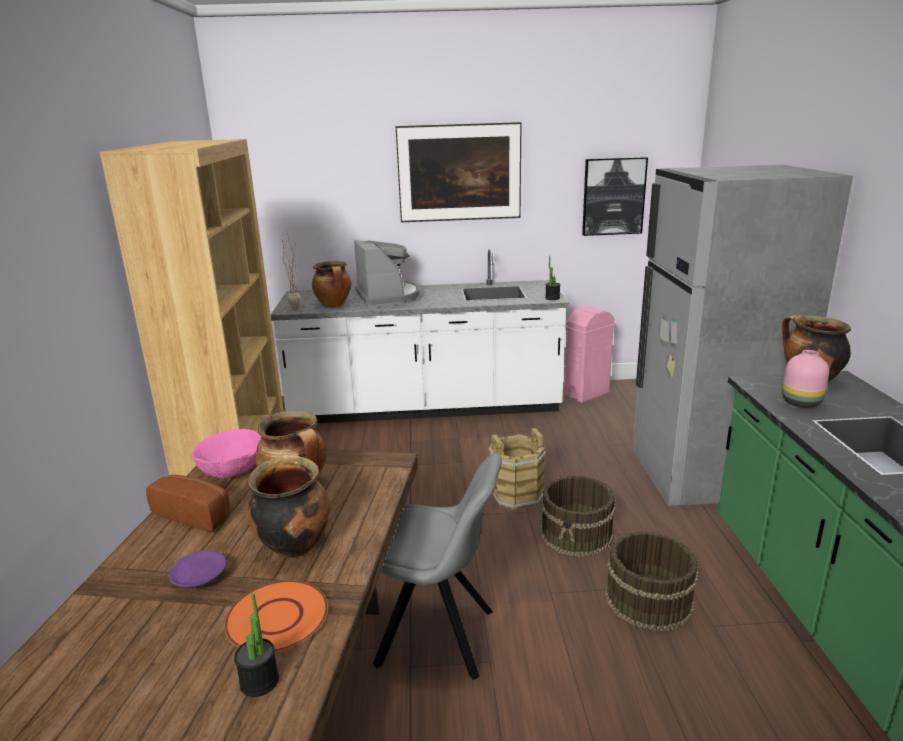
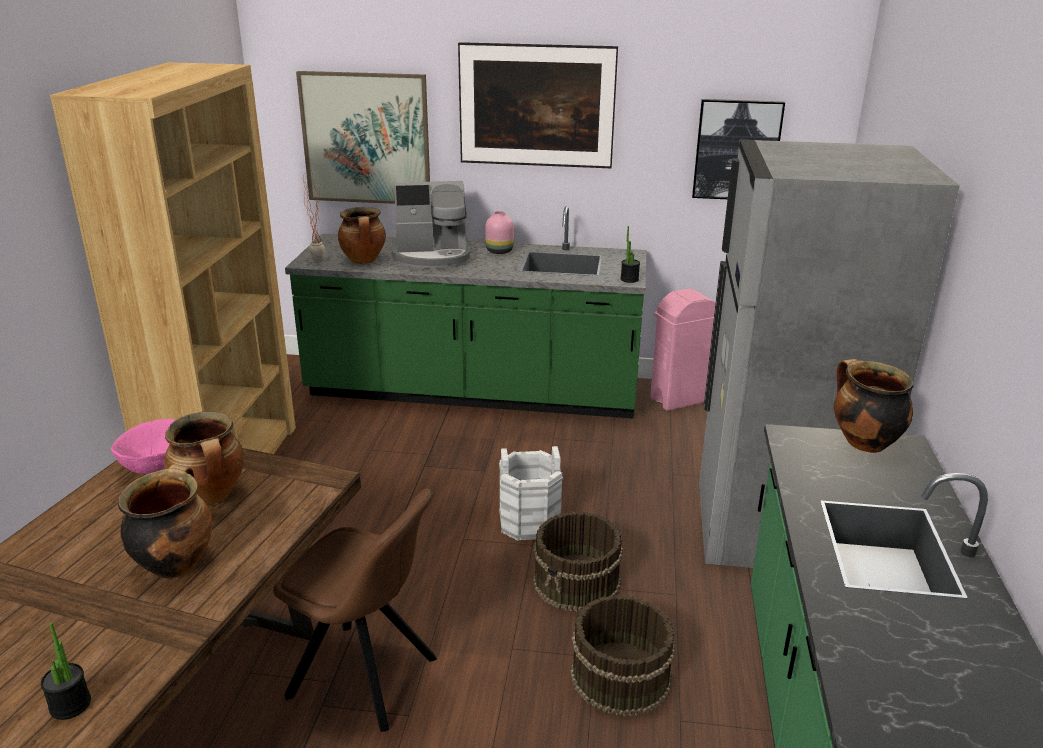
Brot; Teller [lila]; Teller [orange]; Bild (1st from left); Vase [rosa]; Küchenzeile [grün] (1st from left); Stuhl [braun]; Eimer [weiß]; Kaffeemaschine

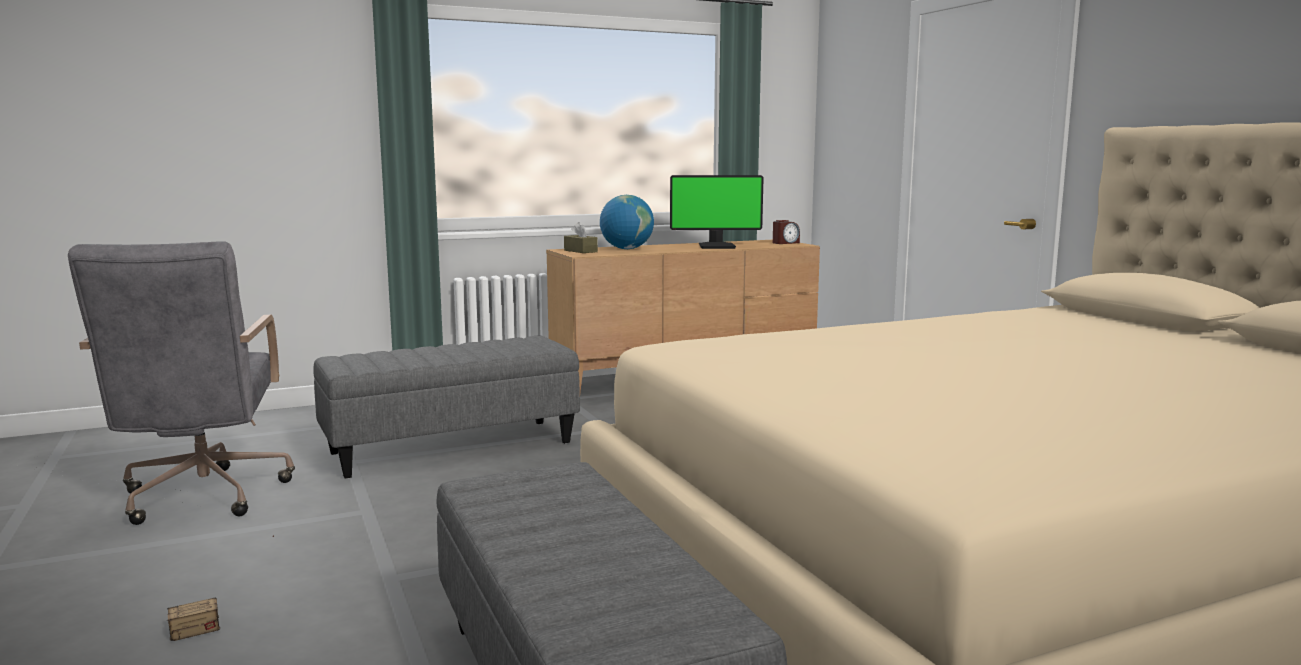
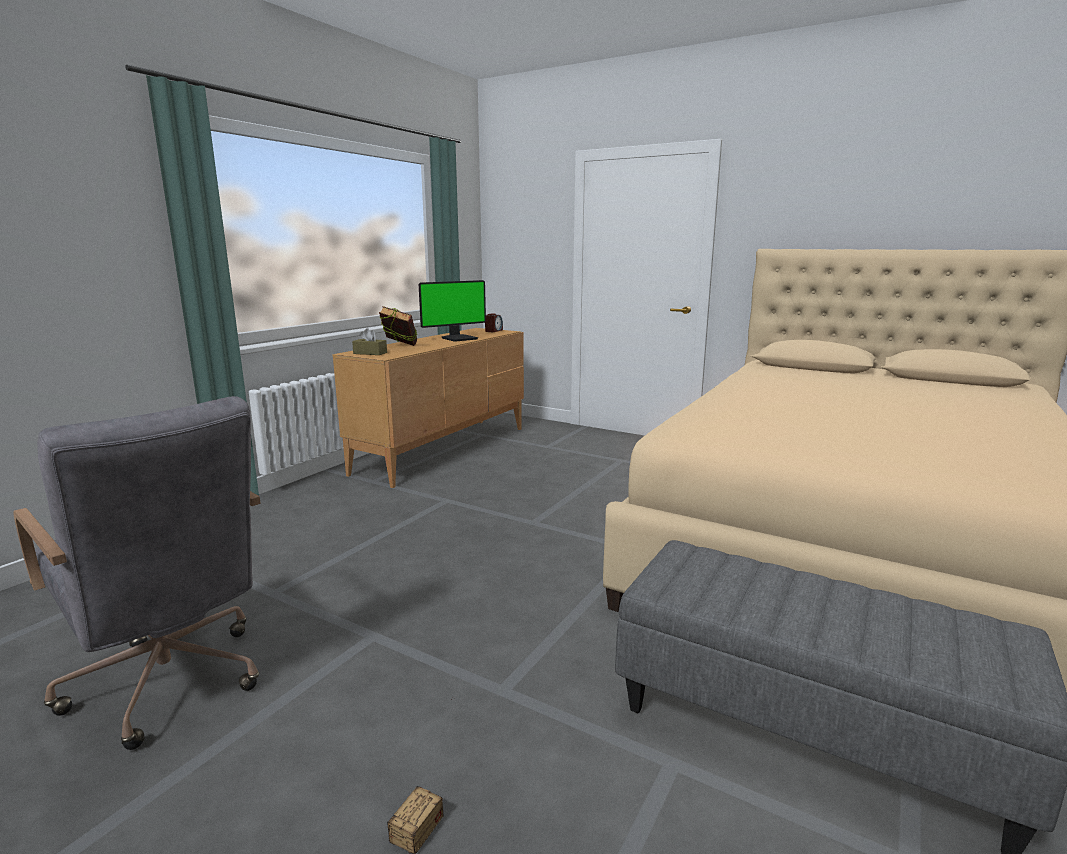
Polsterhocker [grau] (1st from left in the first image); Buch

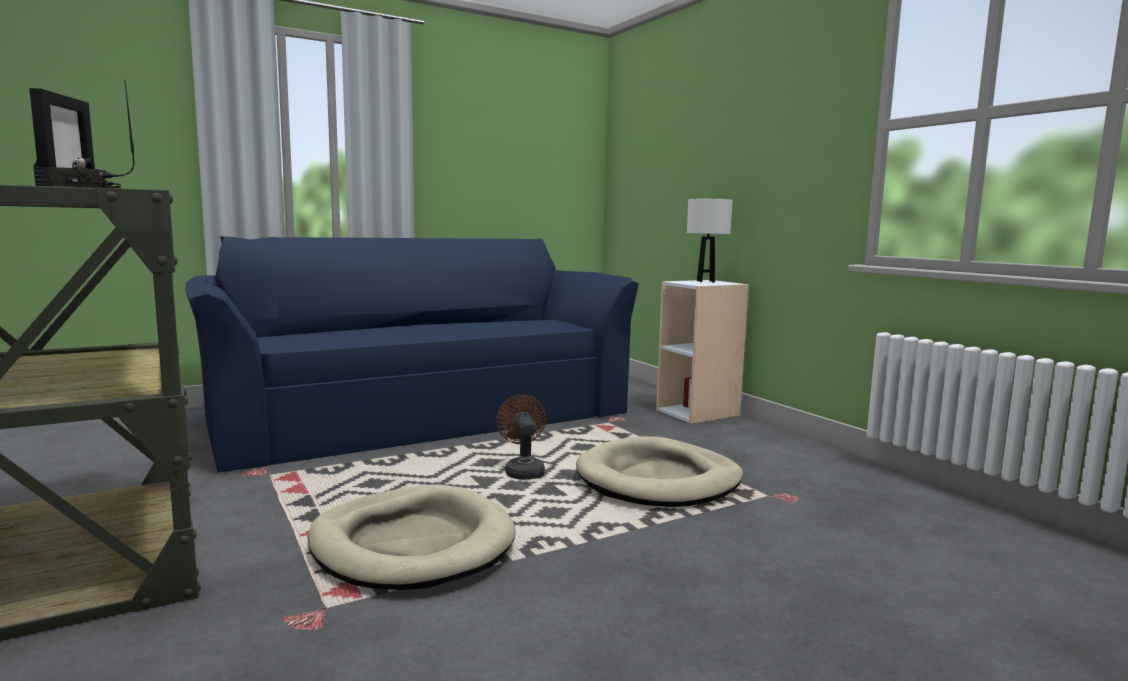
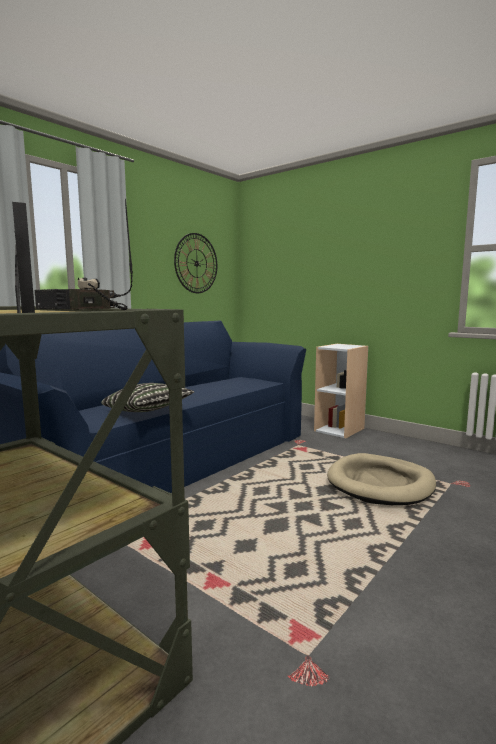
Hundebett [beige] (1st from left in the first image); Ventilator [braun]; Tischlampe [weiß]; Kissen; Wanduhr

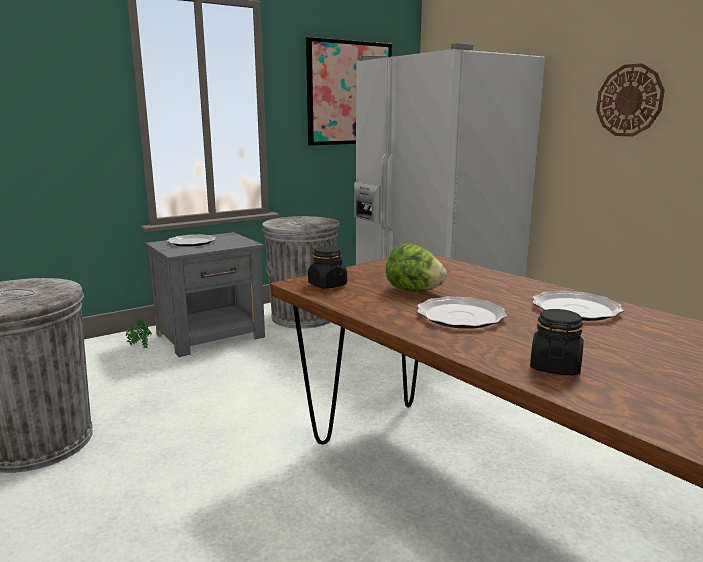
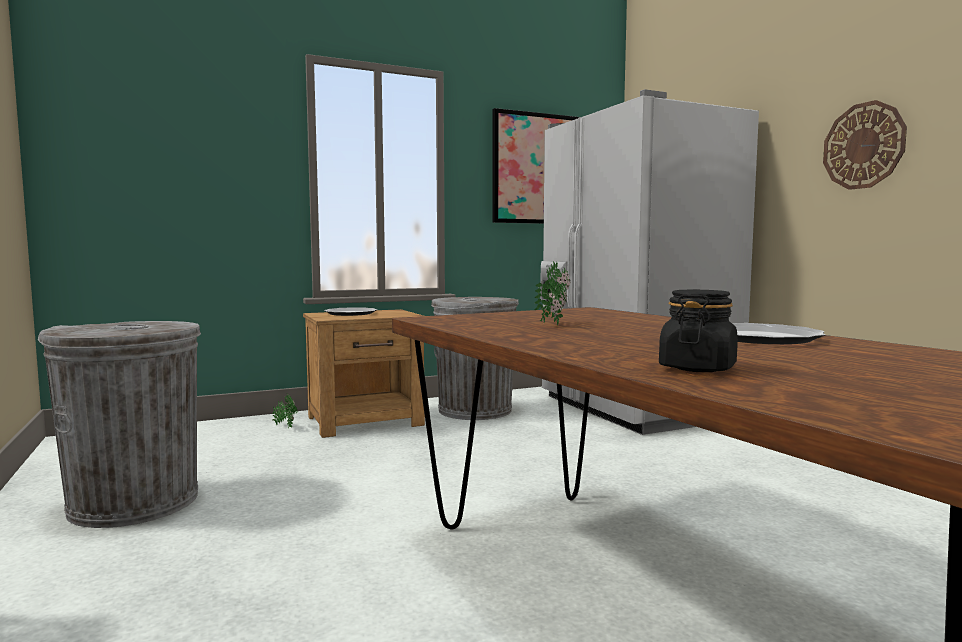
Vorratsglas [schwarz] (1st from left in the first image); Teller (2nd from left in the first image); Topfpflanze (2nd from left); Nachttisch [braun]

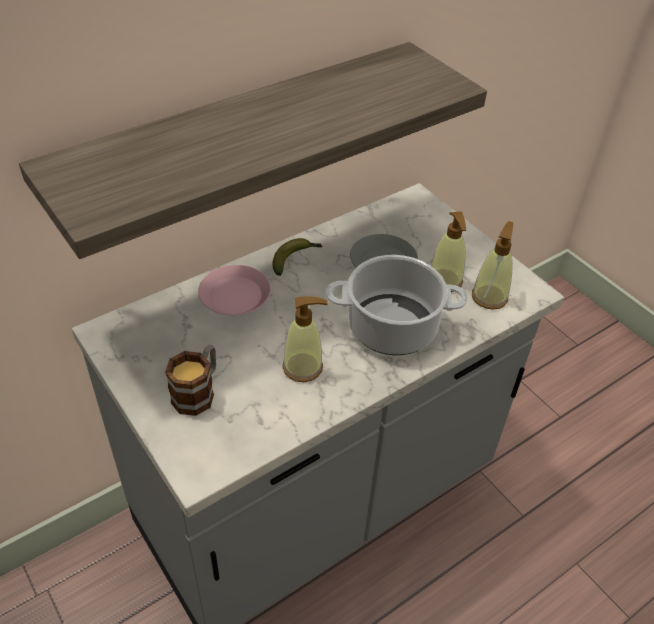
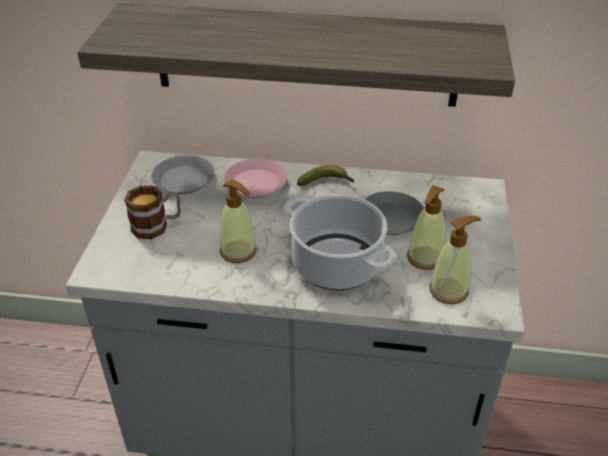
Teller [grau] (1st from left)

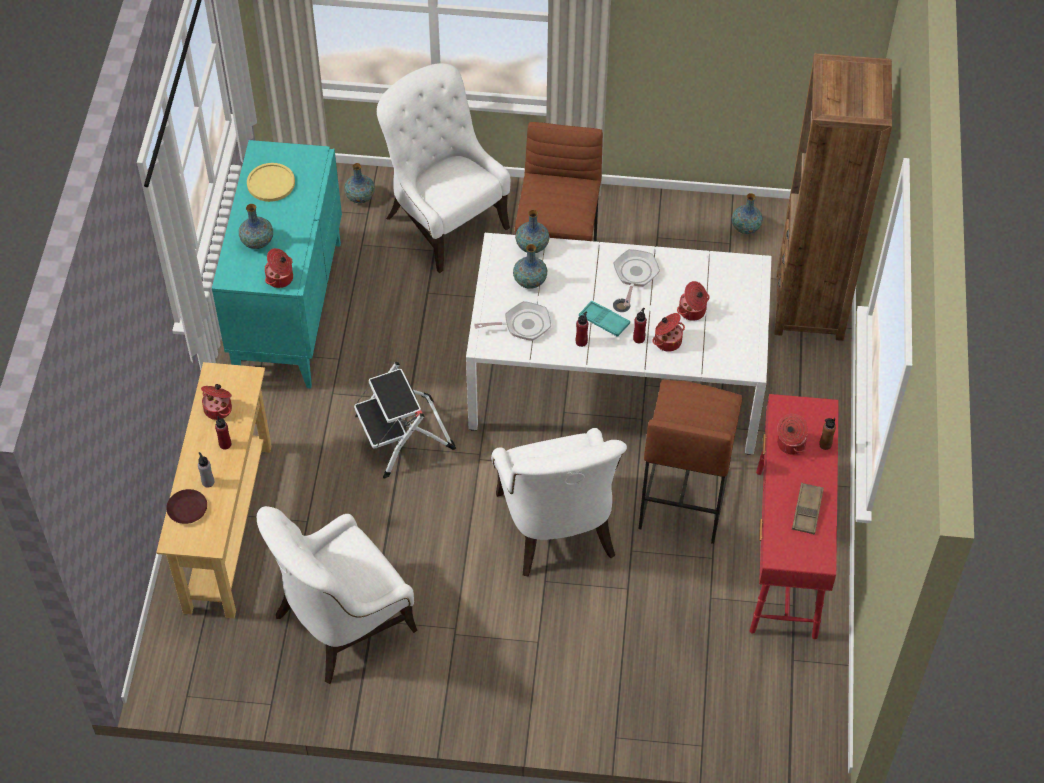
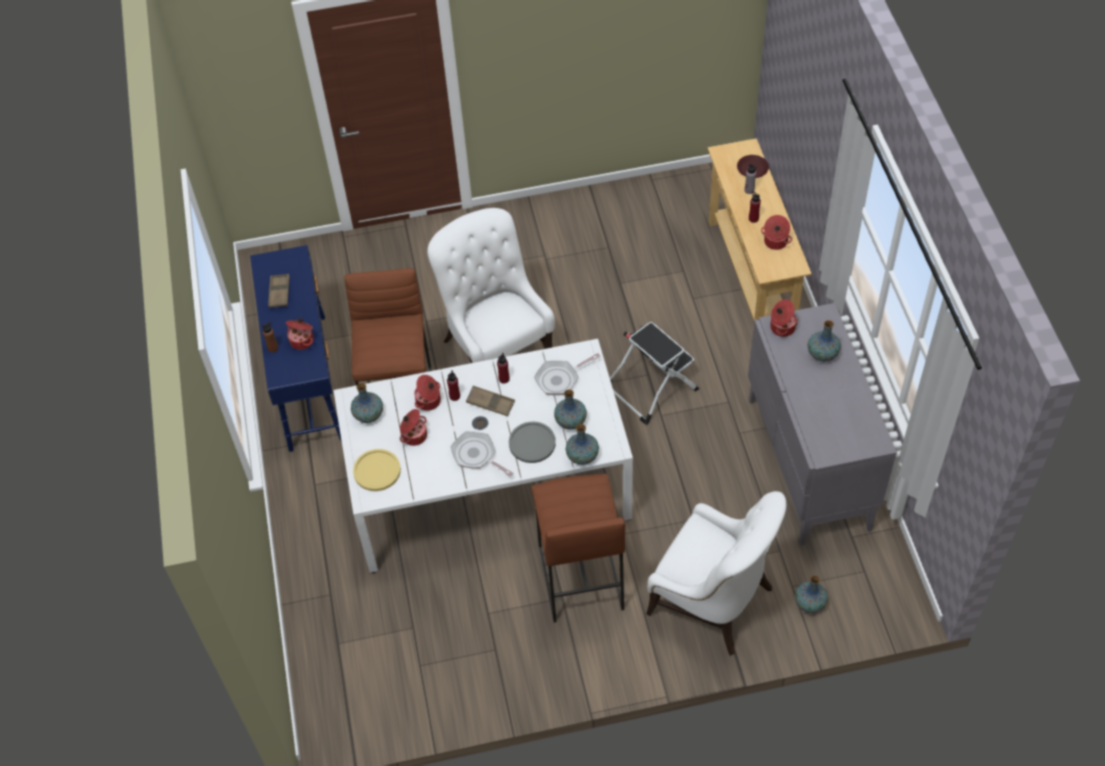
Stuhl [weiß] (1st from left in the first image); Bücherregal [braun]; Teller [grau]; Teller [gelb]; Vase (1st from left); Schrank [grau]; Tablett [braun] (2nd from left); Konsolentisch [blau]; Pfanne (1st from left)

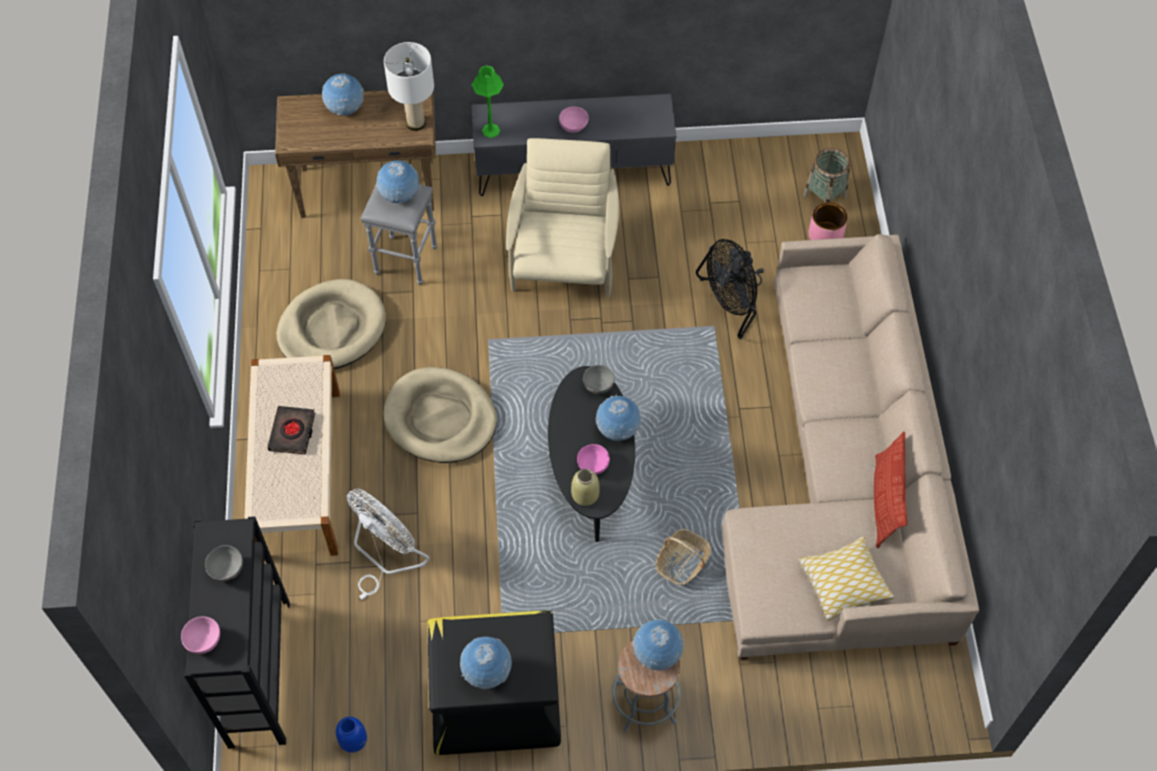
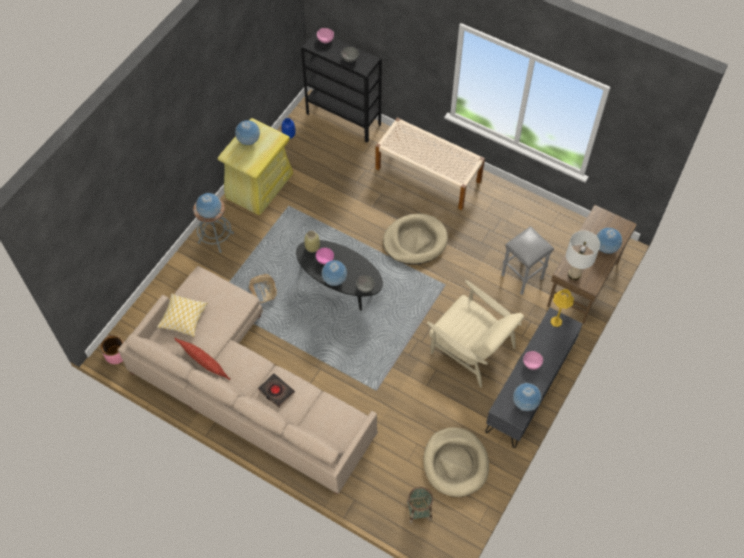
Ventilator [weiß]; Ventilator [schwarz]; Buch [schwarz]; Hundebett [beige] (2nd from left); Globus (4th from left); Pflanzkübel [rosa]; Nachttisch [gelb]; Tischlampe [gelb]

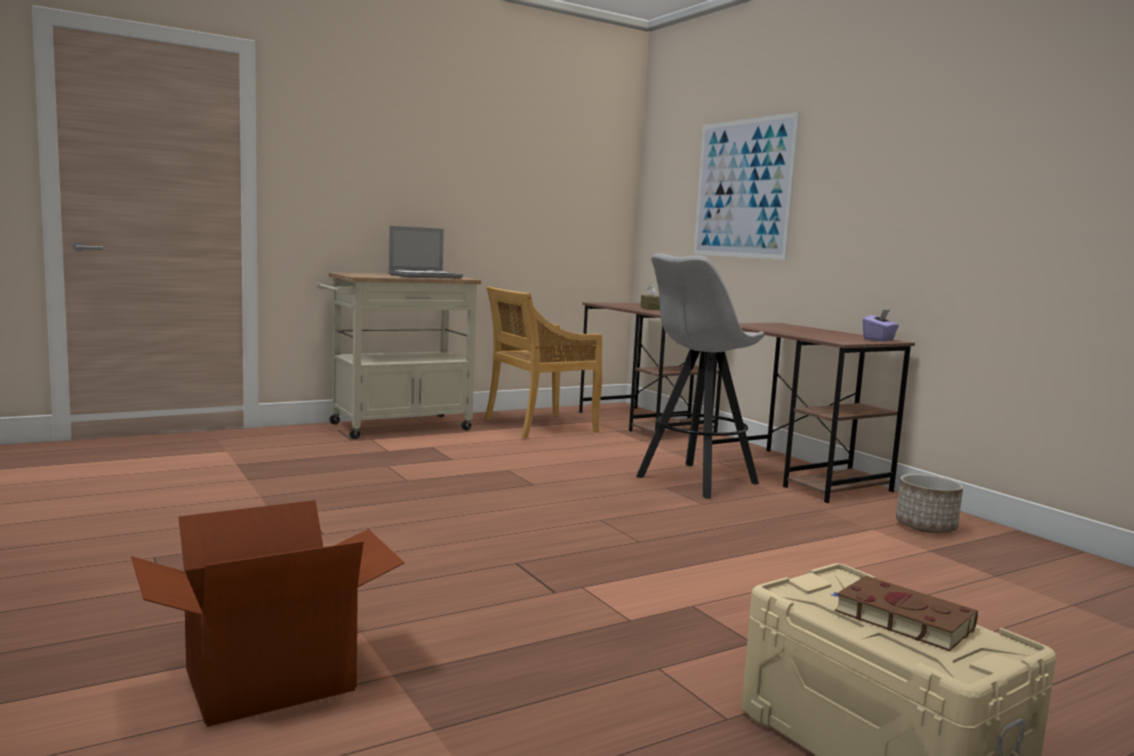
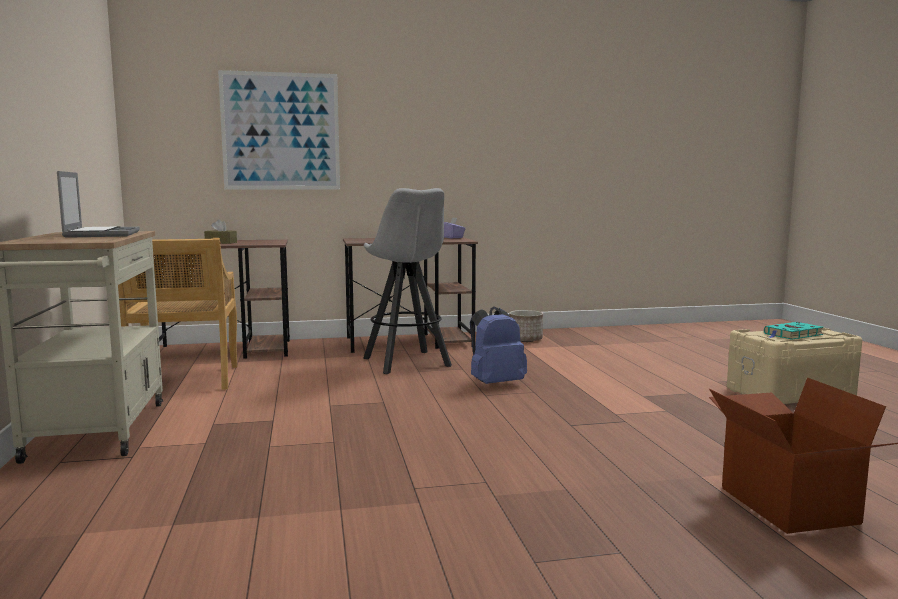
Rucksack [blau]; Buch [türkis]

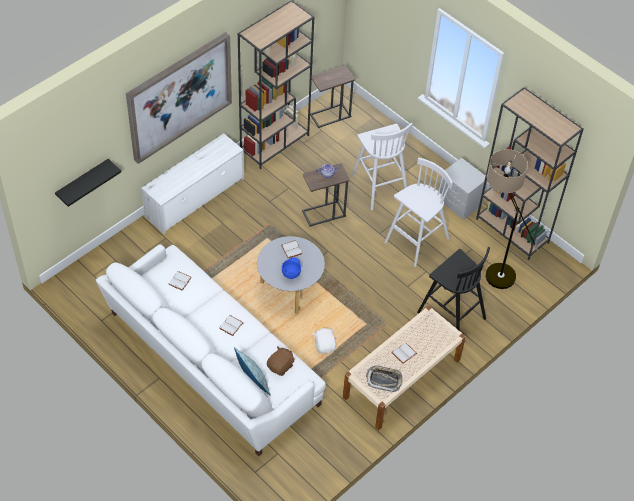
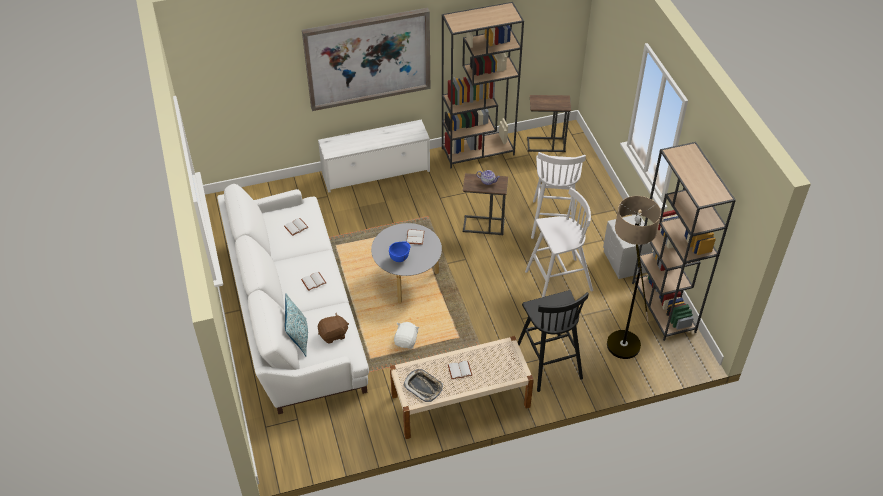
Wandregal [schwarz]

